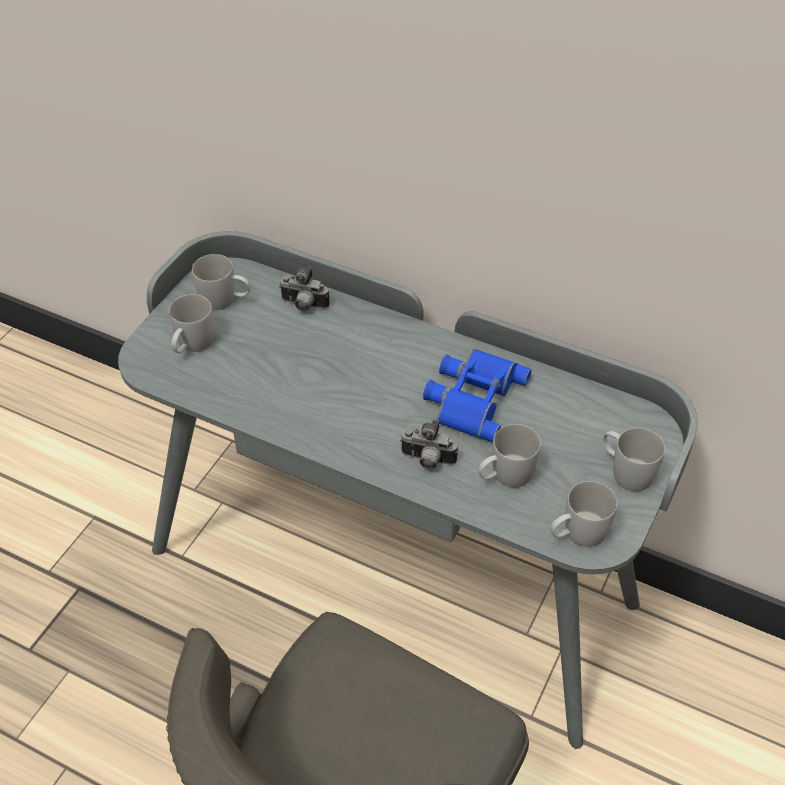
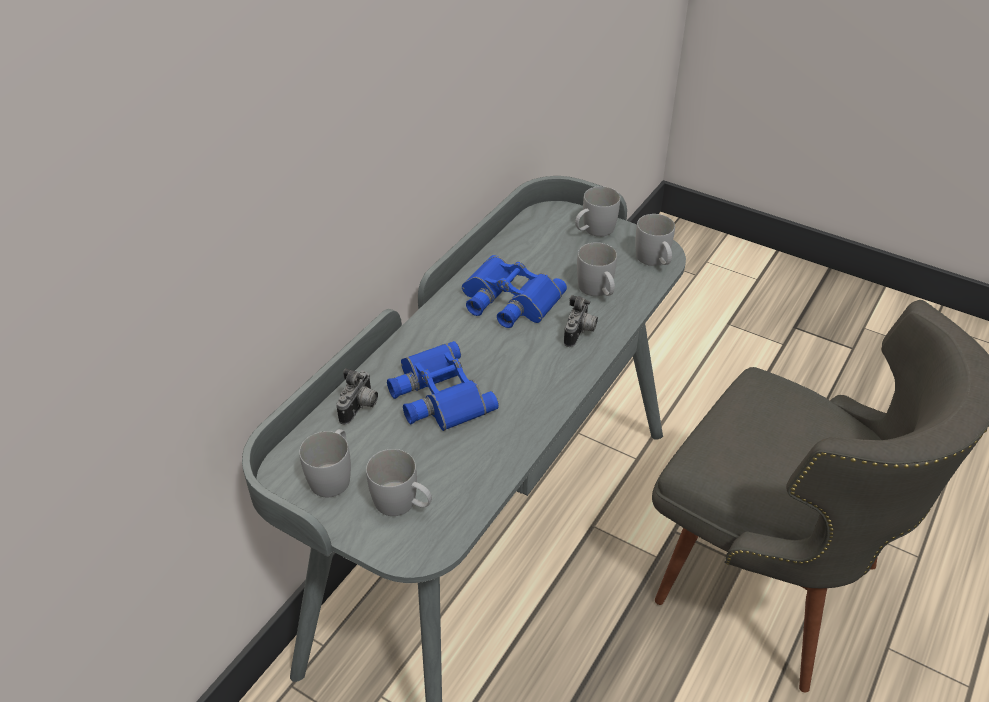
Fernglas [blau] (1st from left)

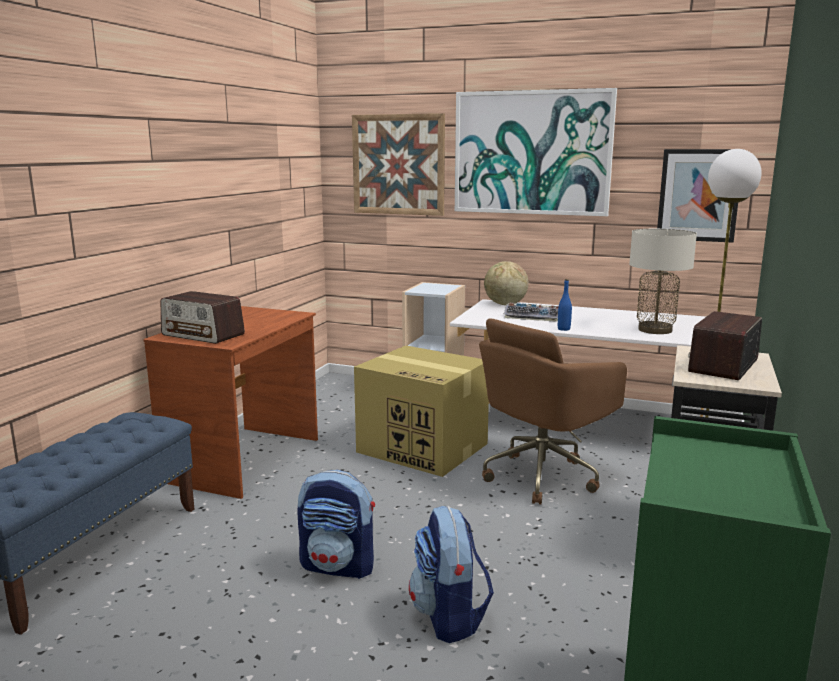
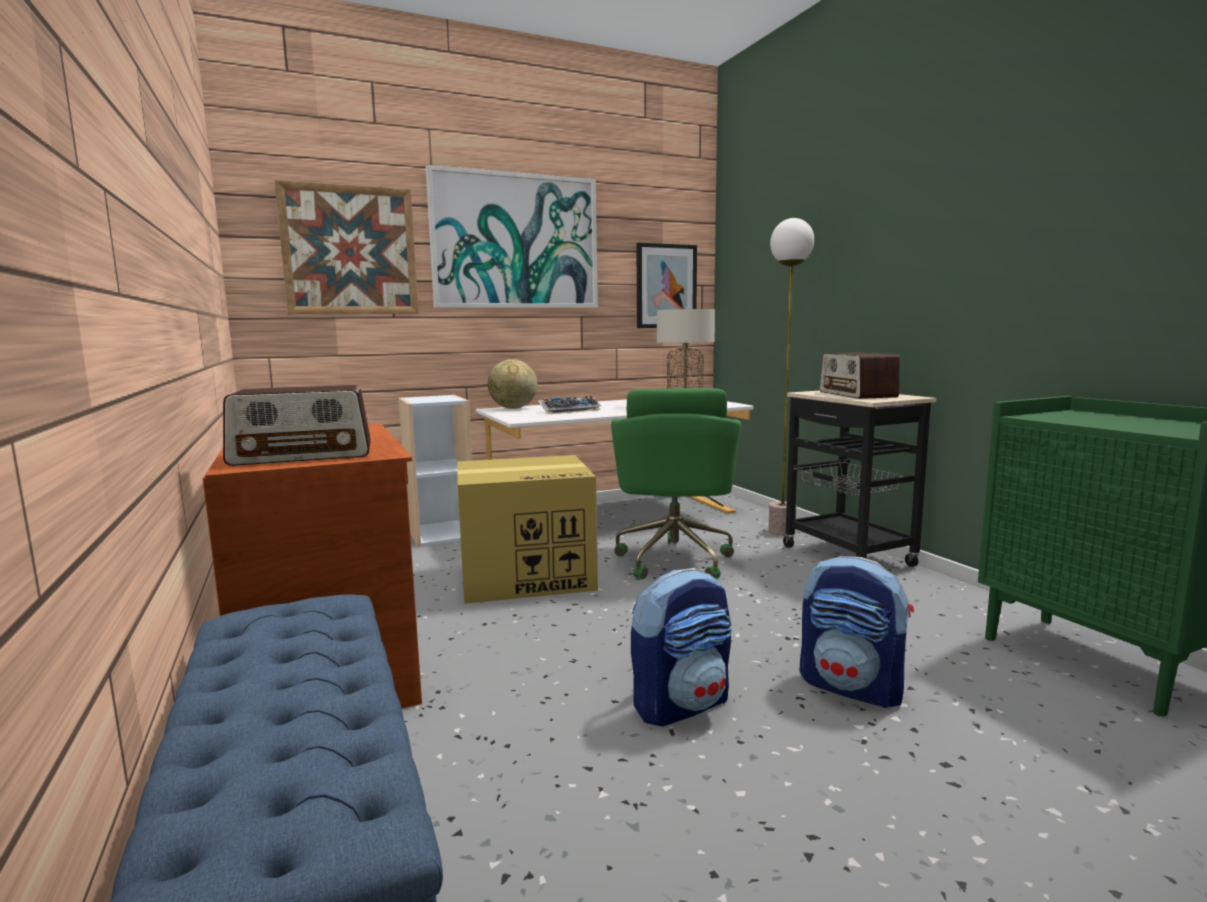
Flasche [blau]; Bürostuhl [grün]

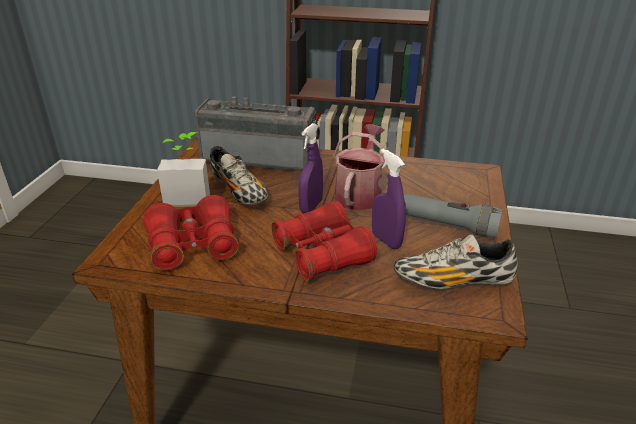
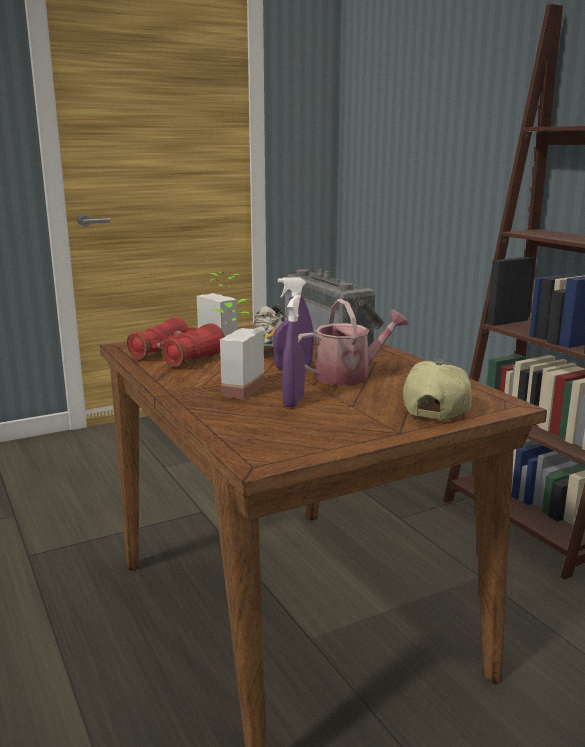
Schuh (2nd from left in the first image); Taschenlampe [grau]; Kappe; Topfpflanze (2nd from left)

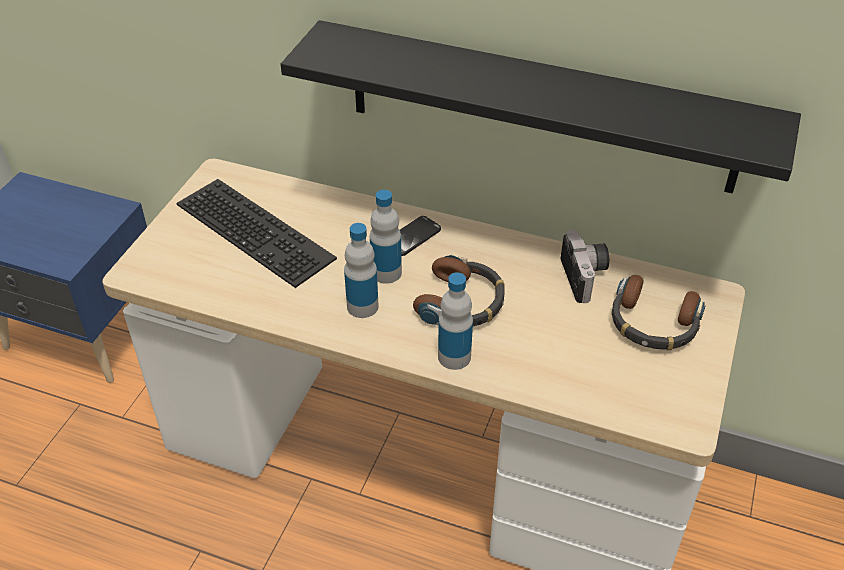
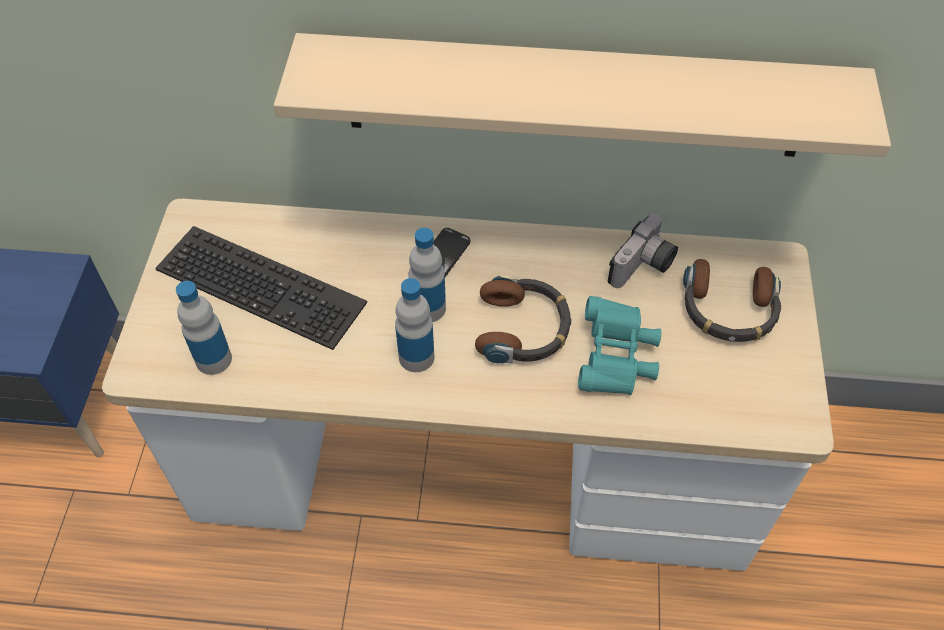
Fernglas [türkis]; Flasche (1st from left); Wandregal [beige]; Kamera

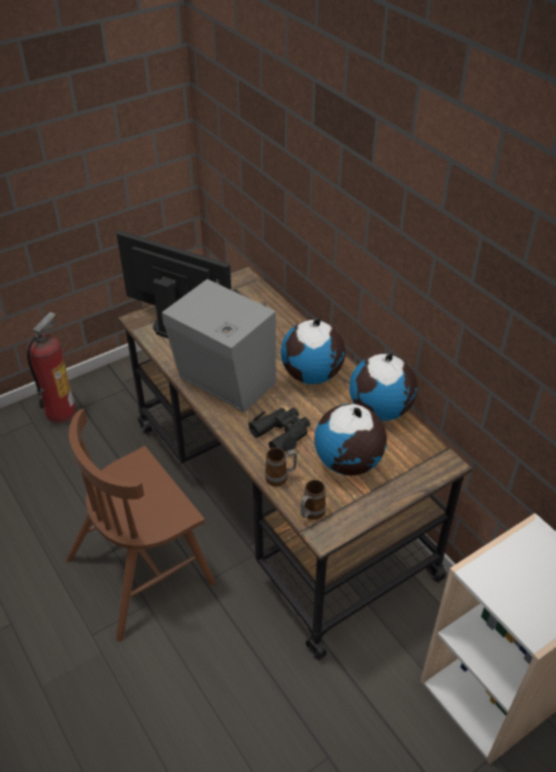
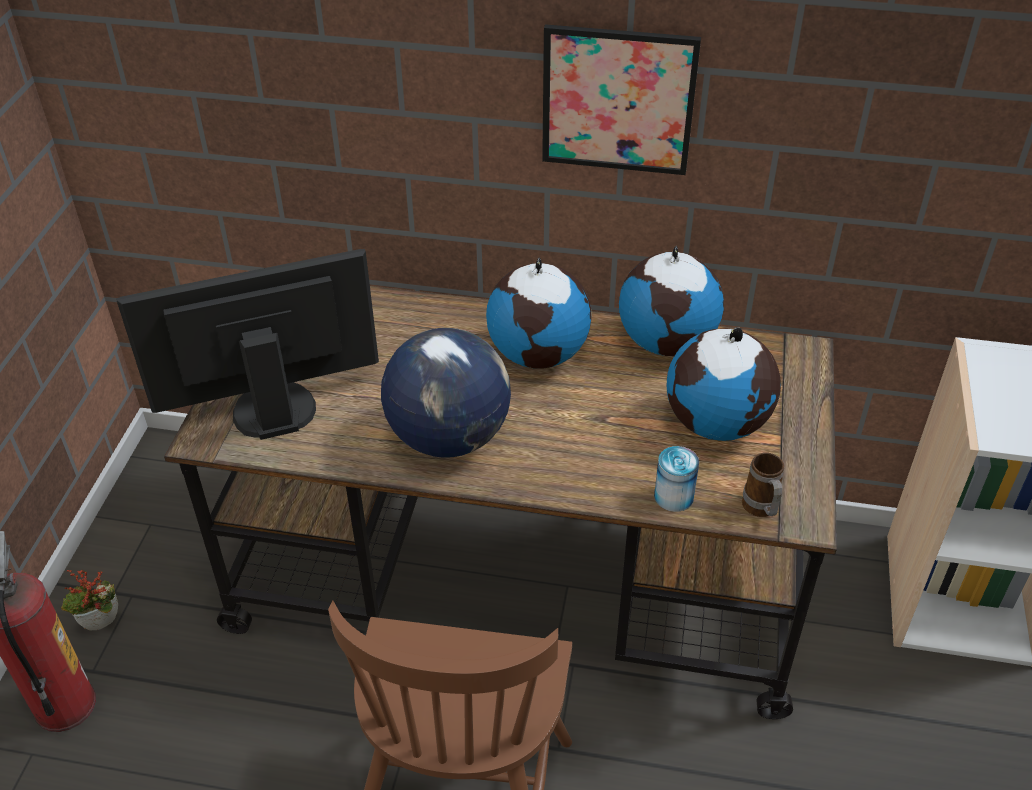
Fernglas [schwarz]; Topfpflanze; Bild; Globus (1st from left); Dose

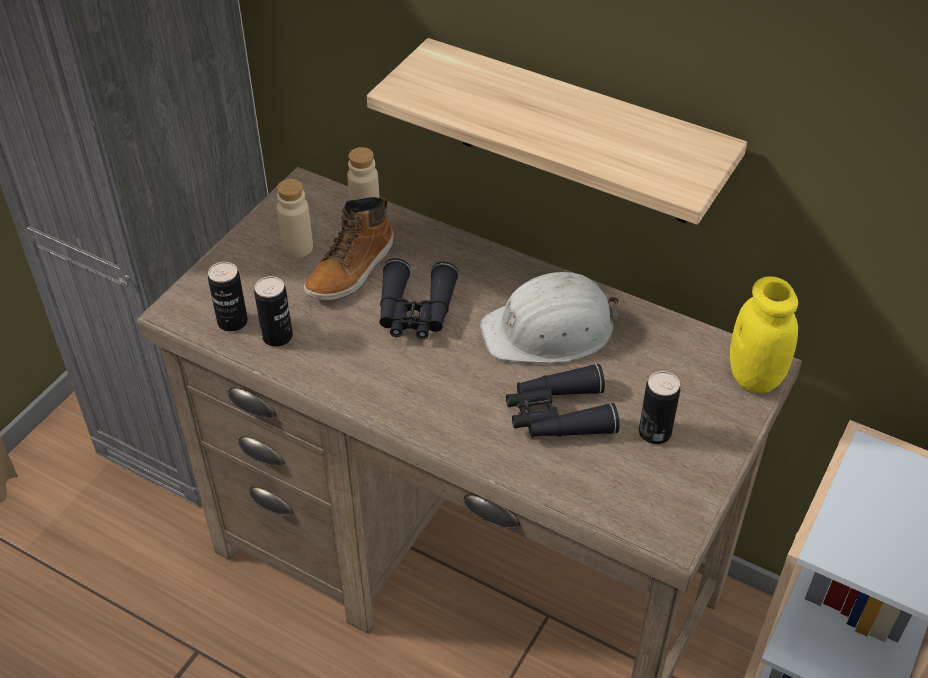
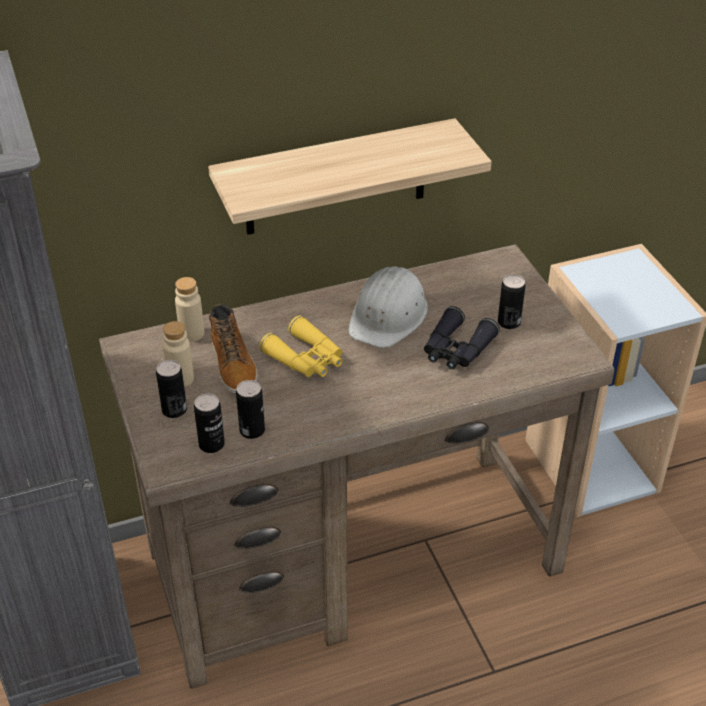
Vorratsglas [gelb]; Dose (1st from left); Fernglas [gelb]

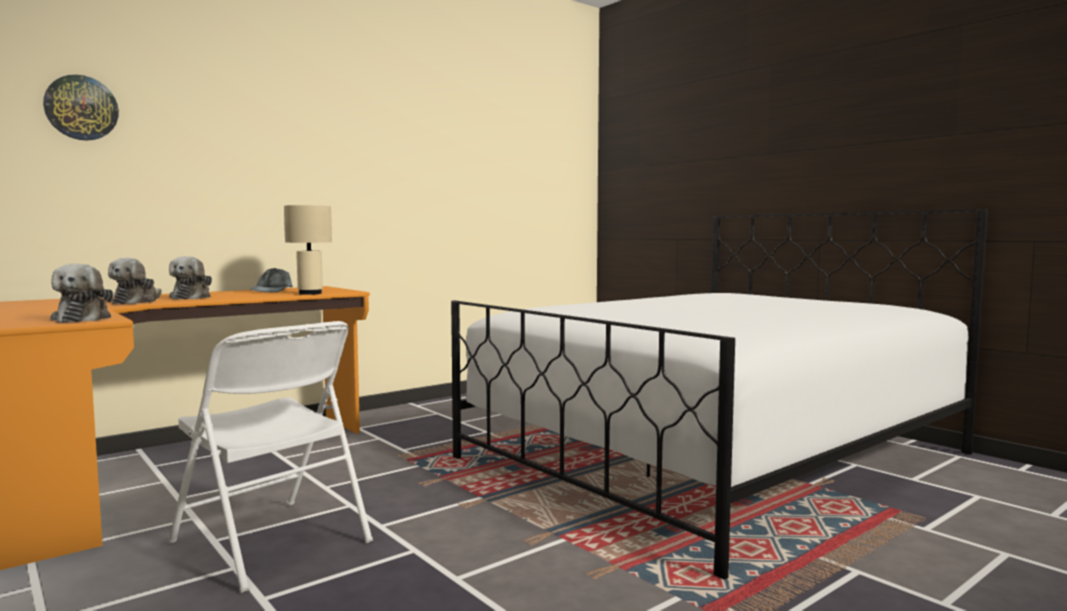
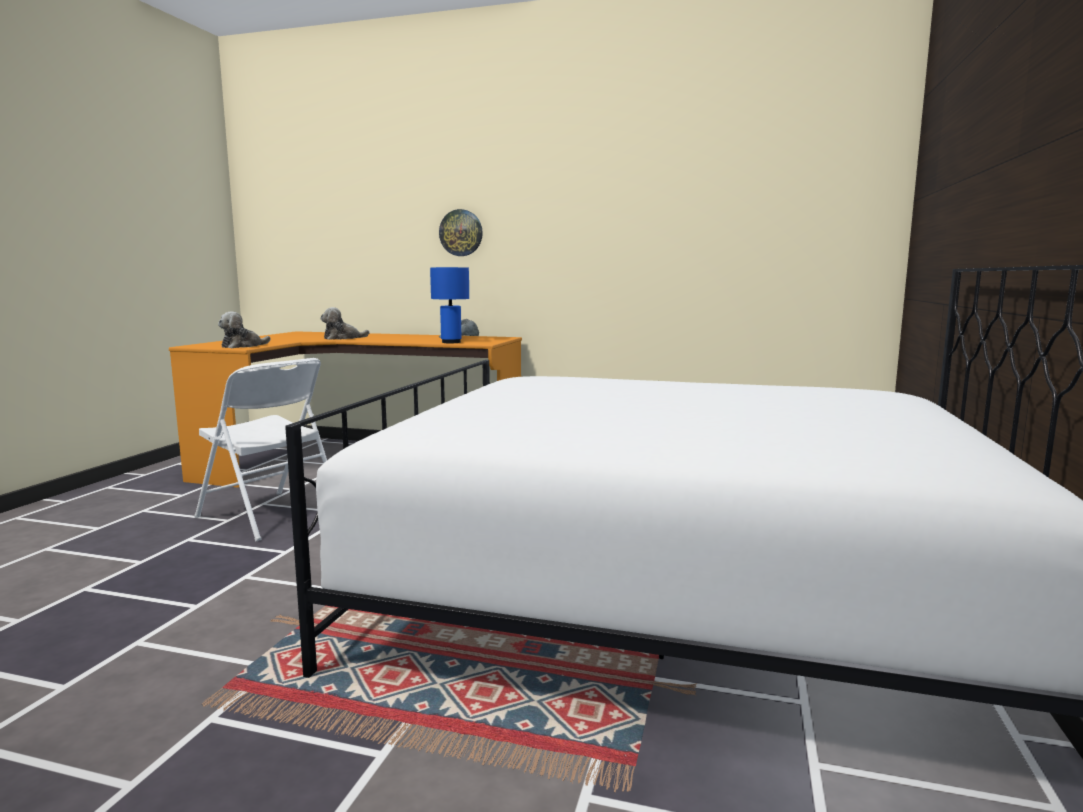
Plüschtier (3rd from left in the first image); Wanduhr; Tischlampe [blau]; Stuhl [weiß]

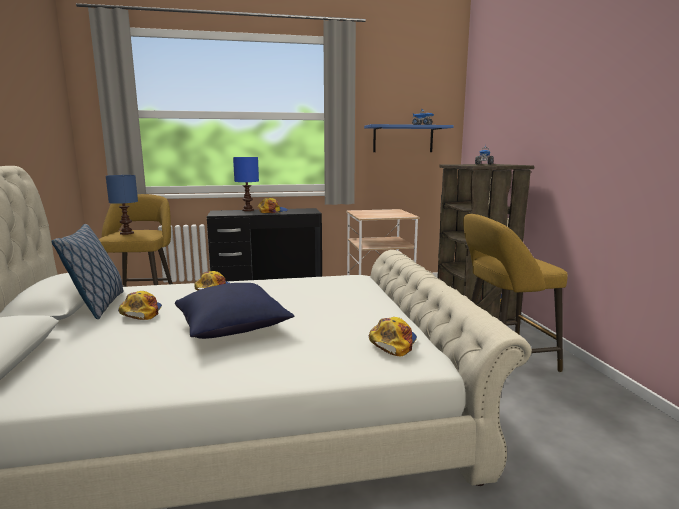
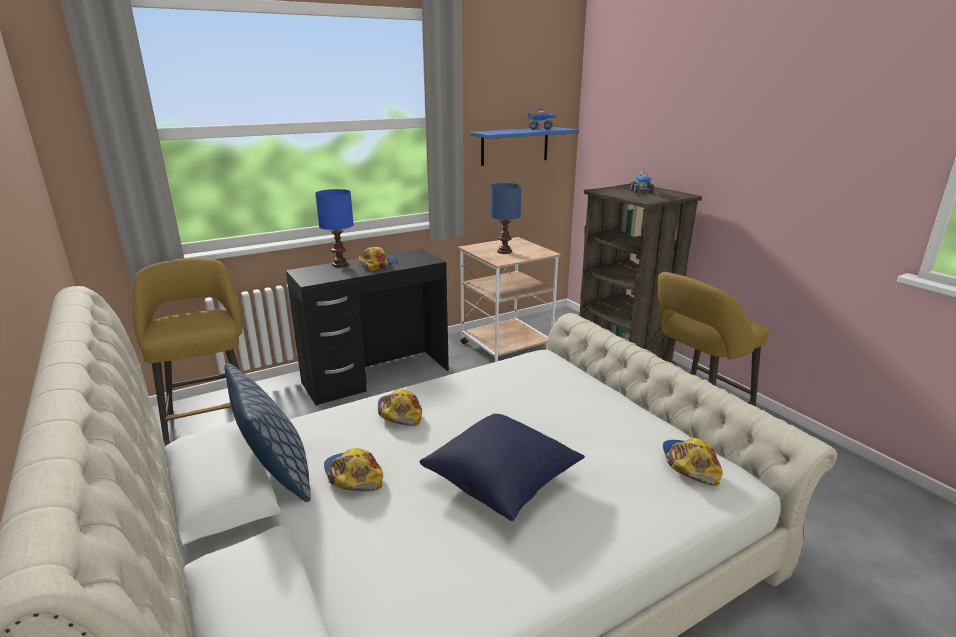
Tischlampe [blau] (2nd from left)

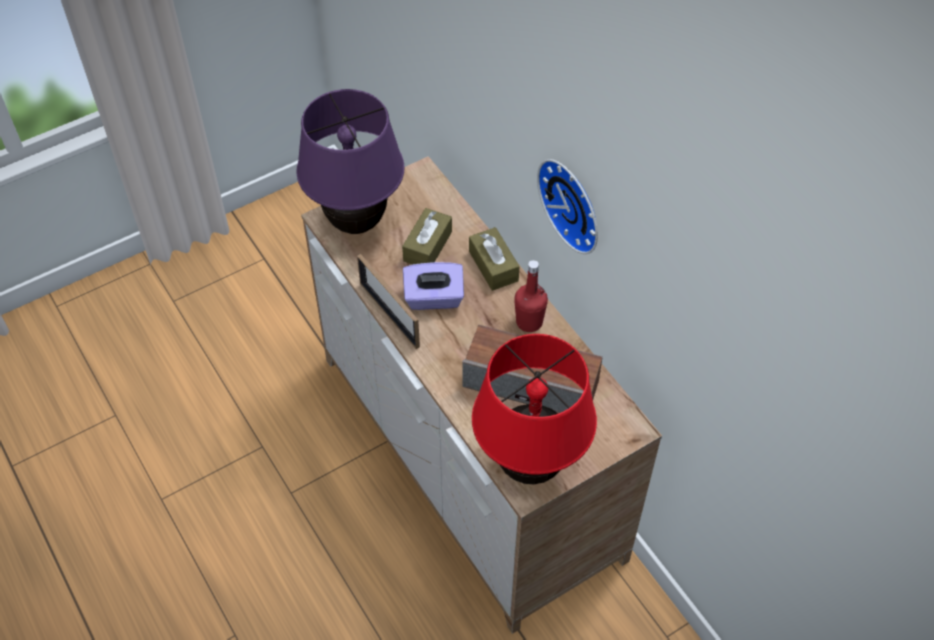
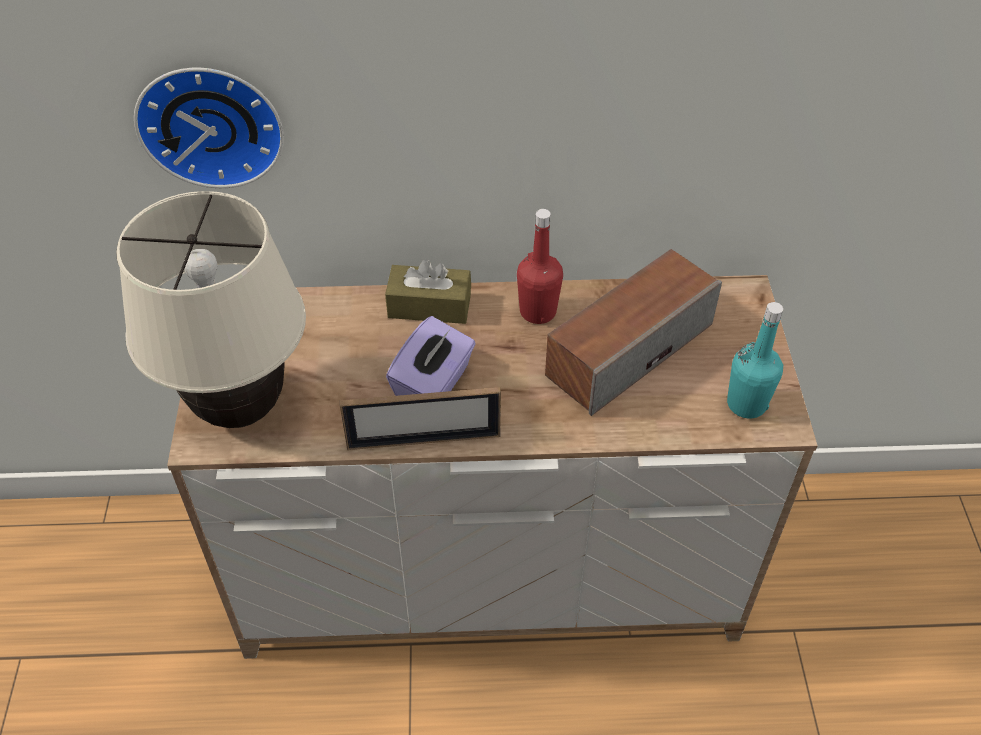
Taschentuchbox [braun] (1st from left in the first image); Wanduhr; Flasche [türkis]; Tischlampe [beige]

